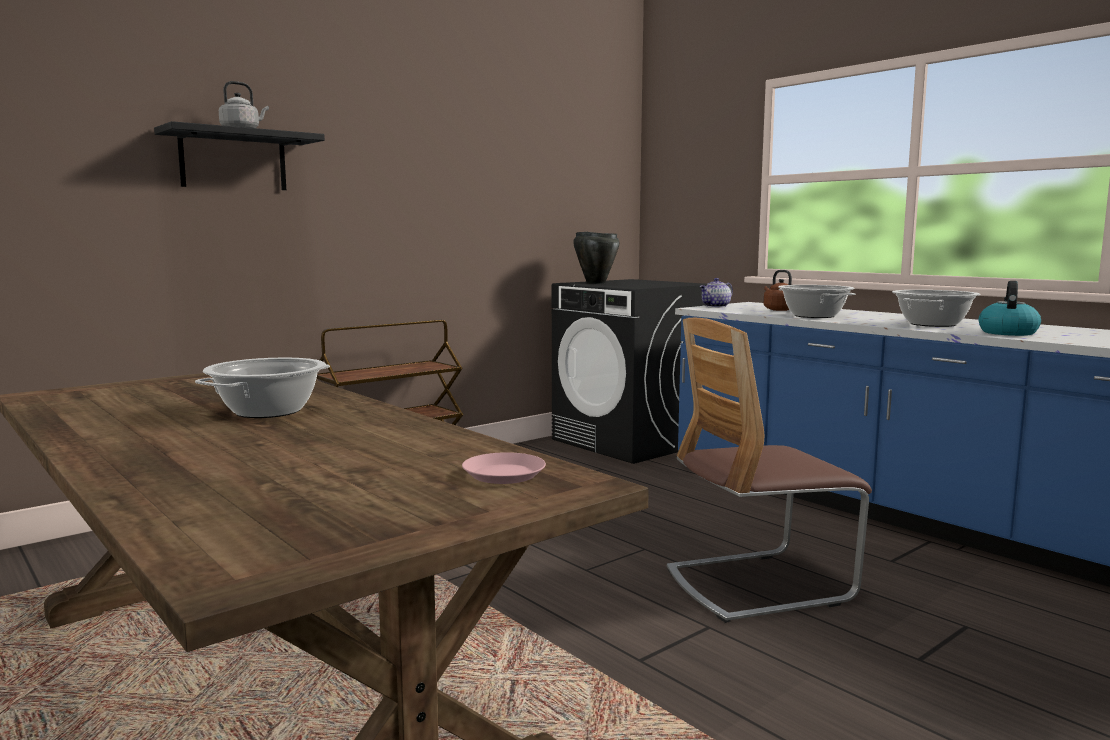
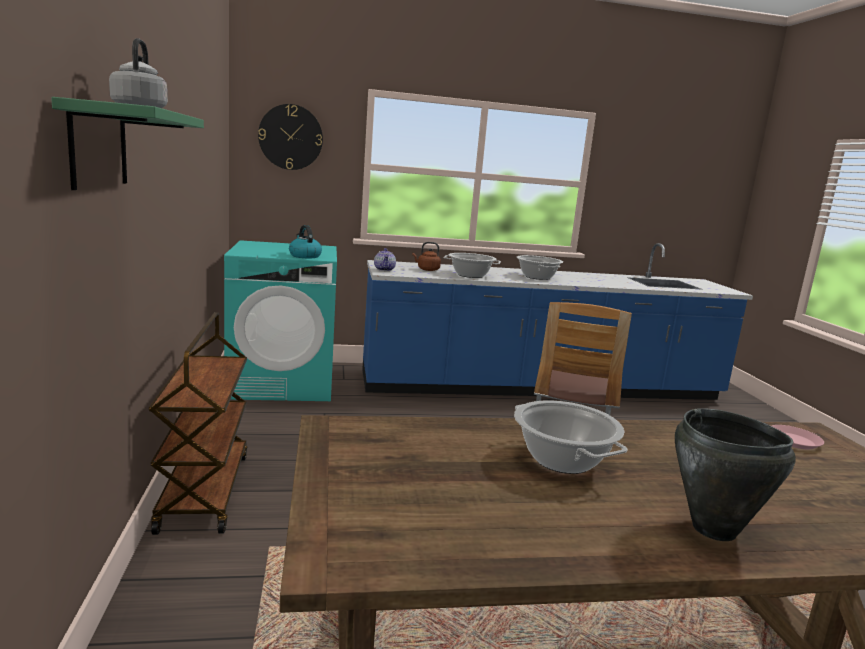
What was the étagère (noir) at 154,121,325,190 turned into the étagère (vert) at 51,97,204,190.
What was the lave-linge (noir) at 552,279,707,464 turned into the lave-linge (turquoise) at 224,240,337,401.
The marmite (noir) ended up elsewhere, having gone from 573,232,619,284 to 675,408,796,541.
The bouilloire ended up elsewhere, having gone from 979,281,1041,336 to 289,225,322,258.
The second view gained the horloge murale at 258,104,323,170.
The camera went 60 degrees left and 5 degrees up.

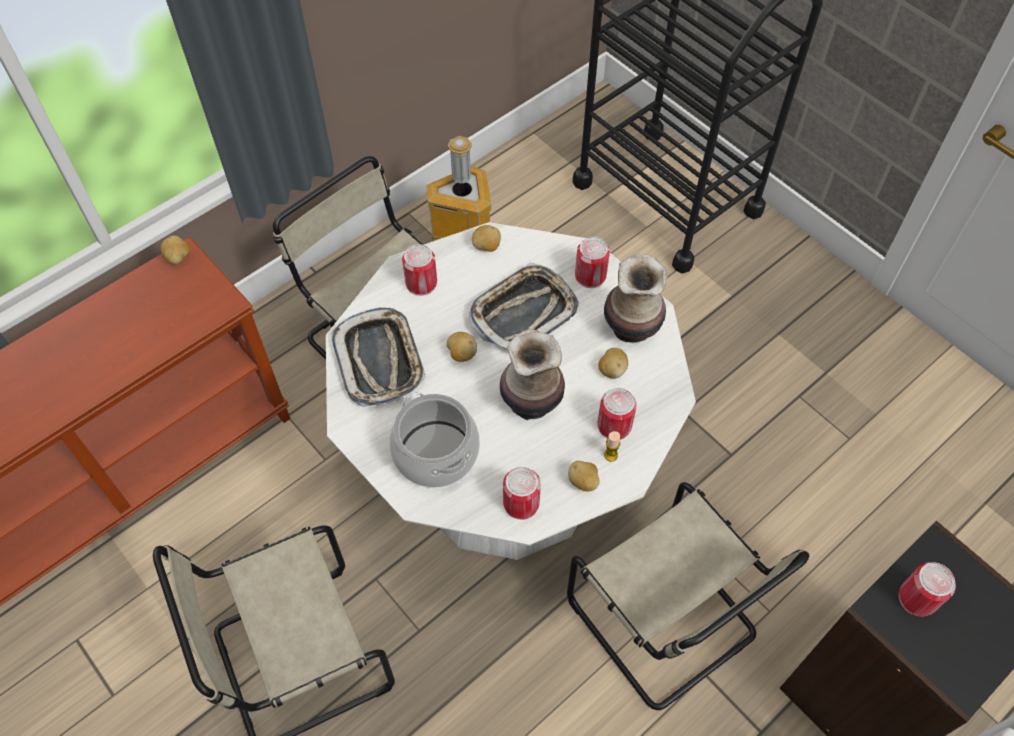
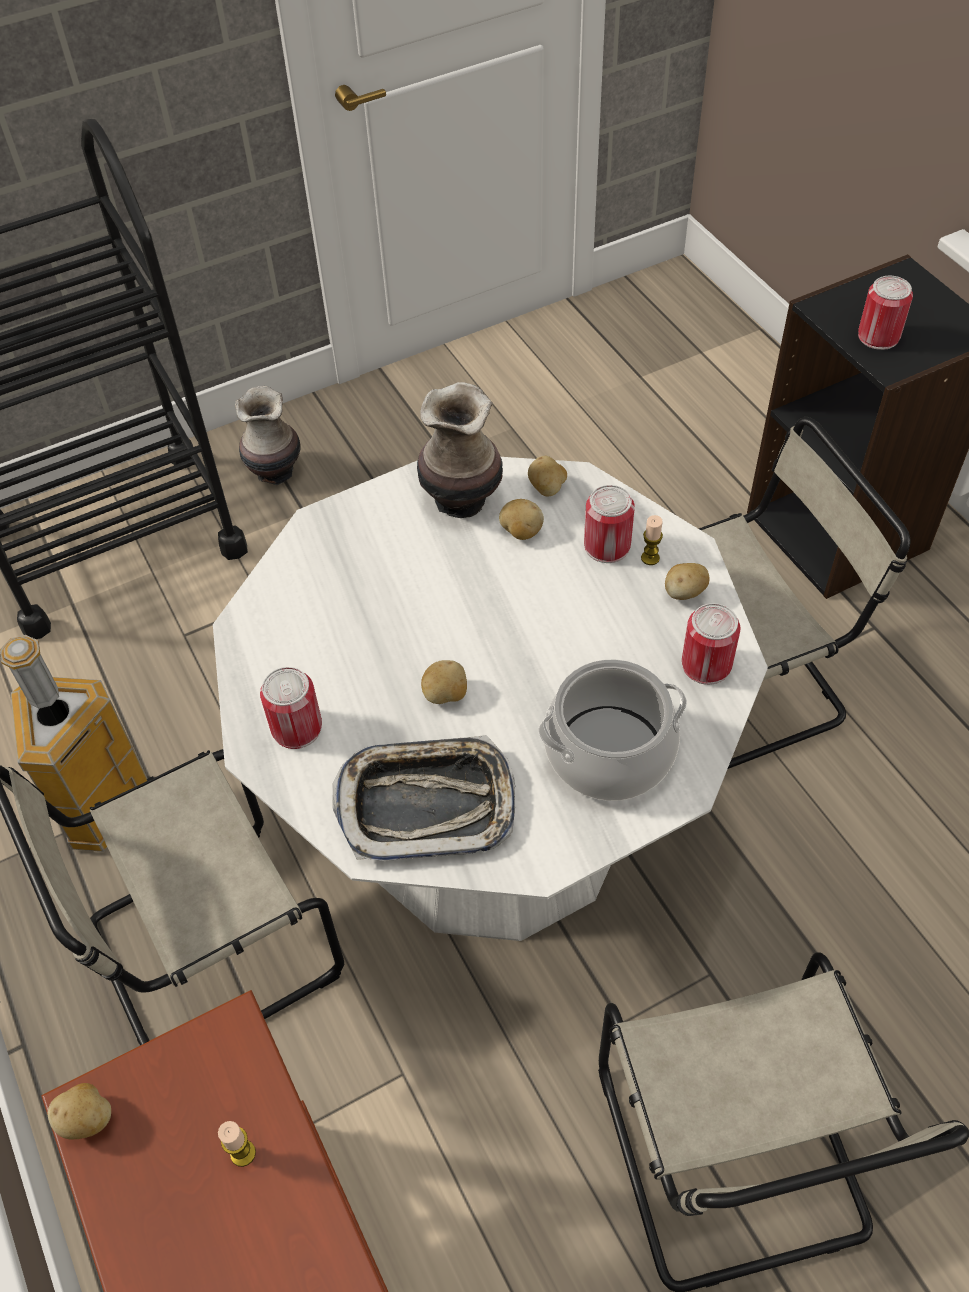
The second view lost the plateau at 469,262,579,350.
The pomme de terre ended up elsewhere, having gone from 472,225,501,252 to 528,456,567,496.
The vase ended up elsewhere, having gone from 500,329,565,420 to 235,386,300,485.
The second view lost the boîte métallique at 575,237,610,288.
The second view gained the bougie at 218,1121,256,1167.
The camera went 75 degrees left and 5 degrees down.

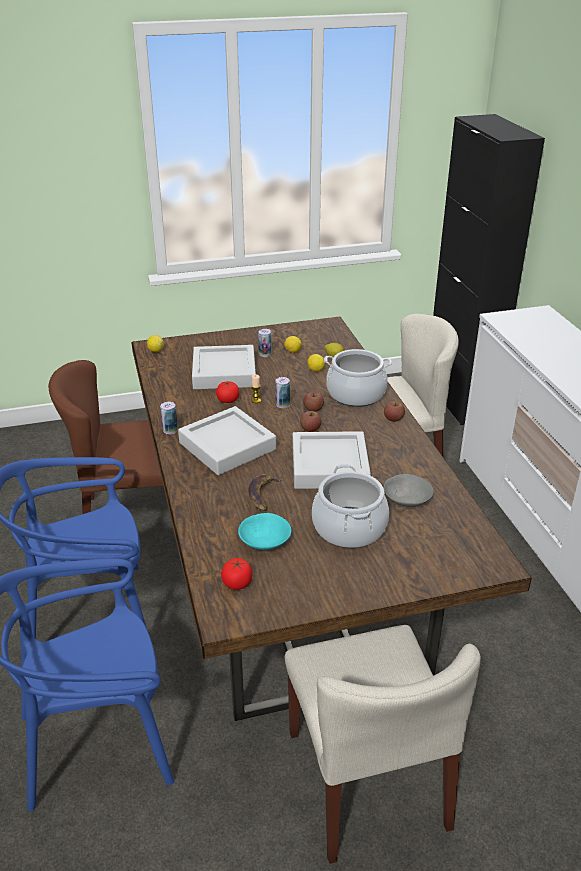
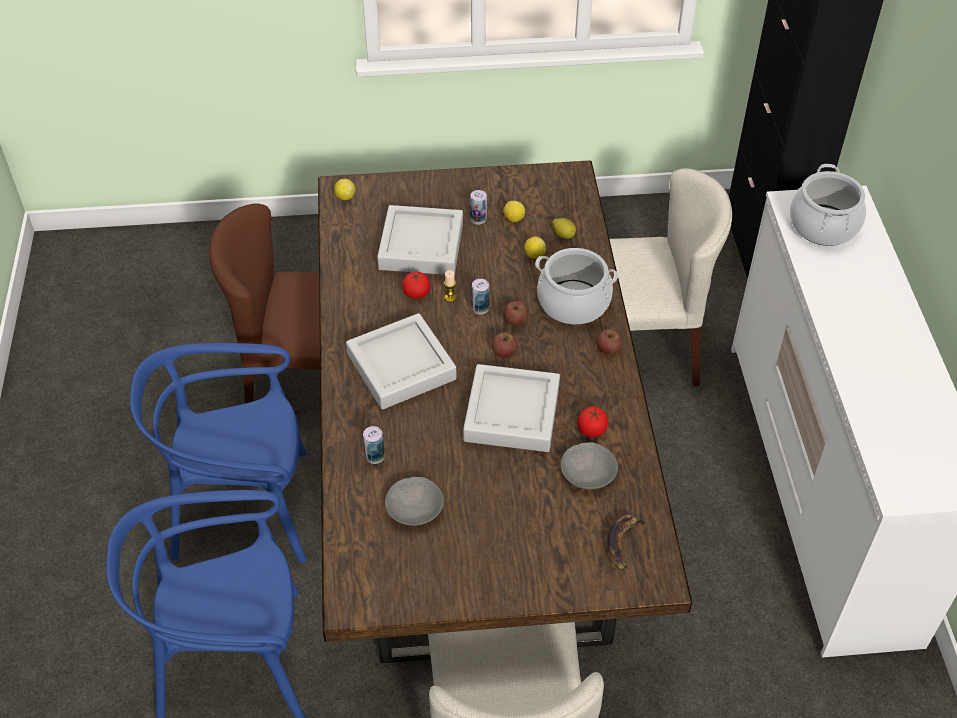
The boîte métallique ended up elsewhere, having gone from 160,402,178,434 to 363,426,385,464.
The tomate ended up elsewhere, having gone from 221,558,252,590 to 577,406,608,437.
What was the bol (turquoise) at 238,513,292,550 turned into the bol (gris) at 385,477,444,526.
The banane ended up elsewhere, having gone from 249,474,282,511 to 607,515,649,570.
The marmite ended up elsewhere, having gone from 312,464,389,548 to 790,164,866,246.
The camera went 10 degrees right and 15 degrees up.

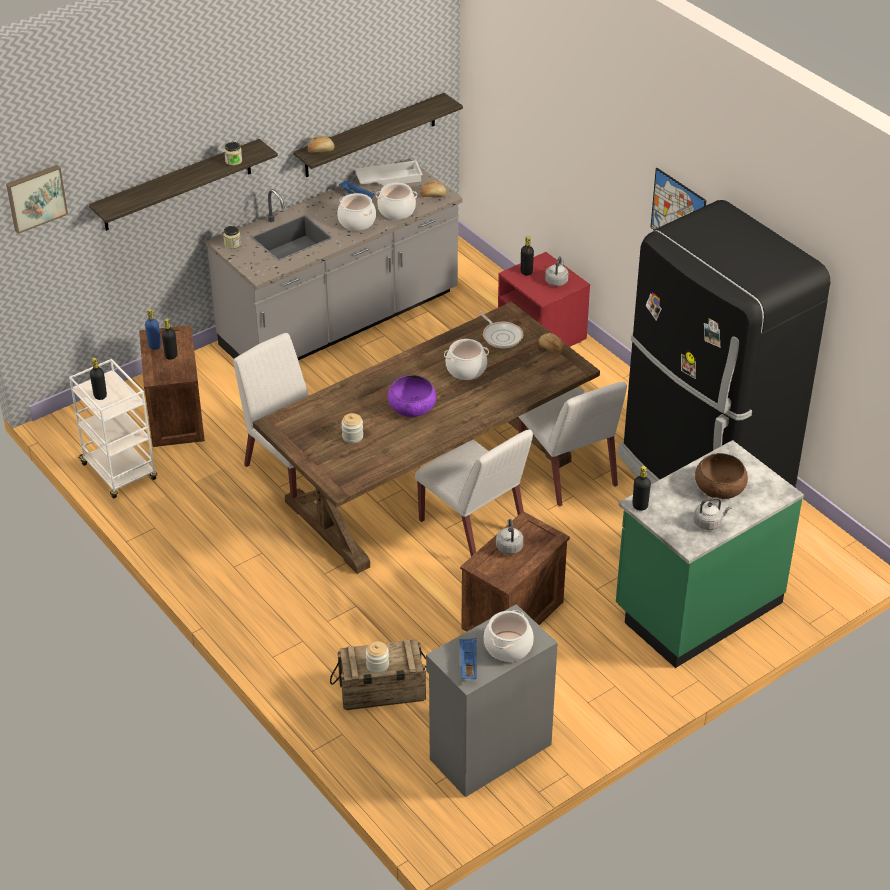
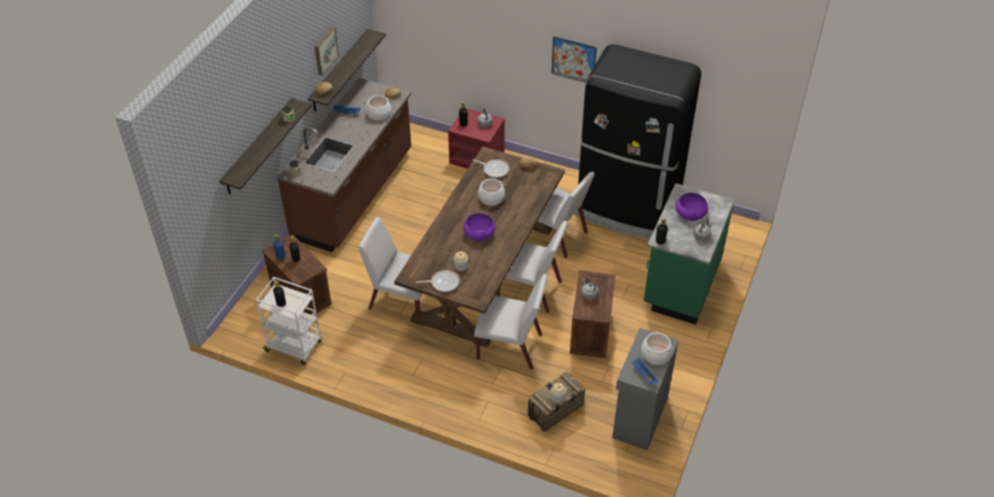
The tableau ended up elsewhere, having gone from 6,165,68,234 to 314,27,339,75.
What was the comptoir de cuisine (gris) at 206,159,463,360 turned into the comptoir de cuisine (marron) at 277,78,411,252.
The second view lost the marmite at 337,193,376,231.
The second view lost the plateau (blanc) at 355,160,423,186.
What was the bol (marron) at 695,453,748,499 turned into the bol (violet) at 676,193,708,221.
The second view gained the poêle at 416,270,460,292.
The second view gained the chaise (blanc) at 474,274,547,370.
The camera went 30 degrees left and 5 degrees up.

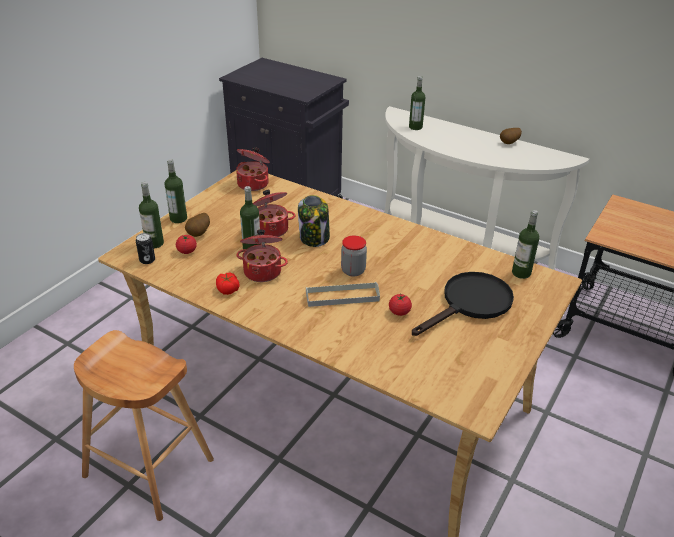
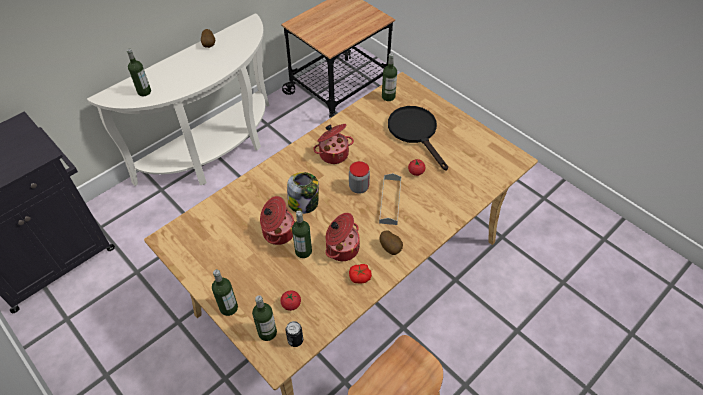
The pomme de terre ended up elsewhere, having gone from 185,213,210,237 to 380,230,403,255.
The marmite ended up elsewhere, having gone from 236,147,270,191 to 313,124,354,164.
The camera went 75 degrees left and 15 degrees up.

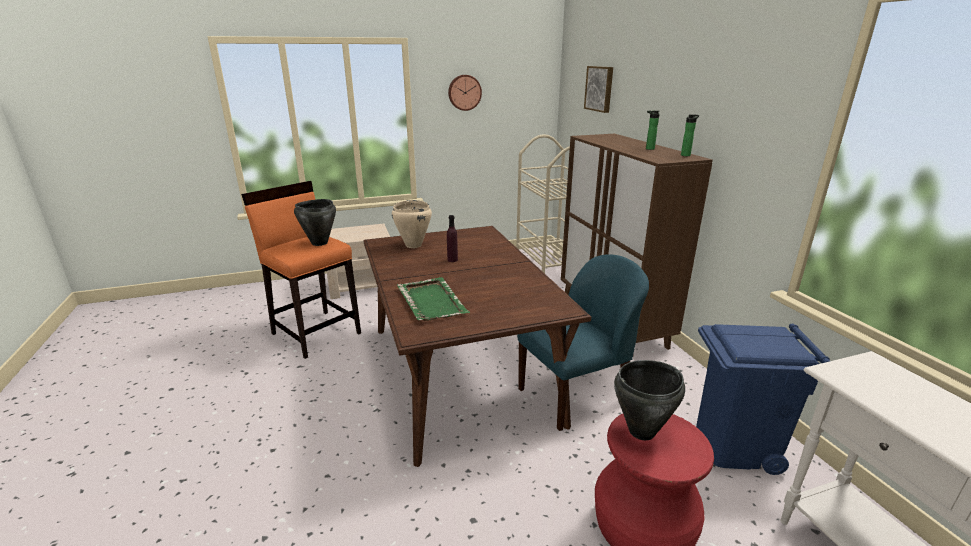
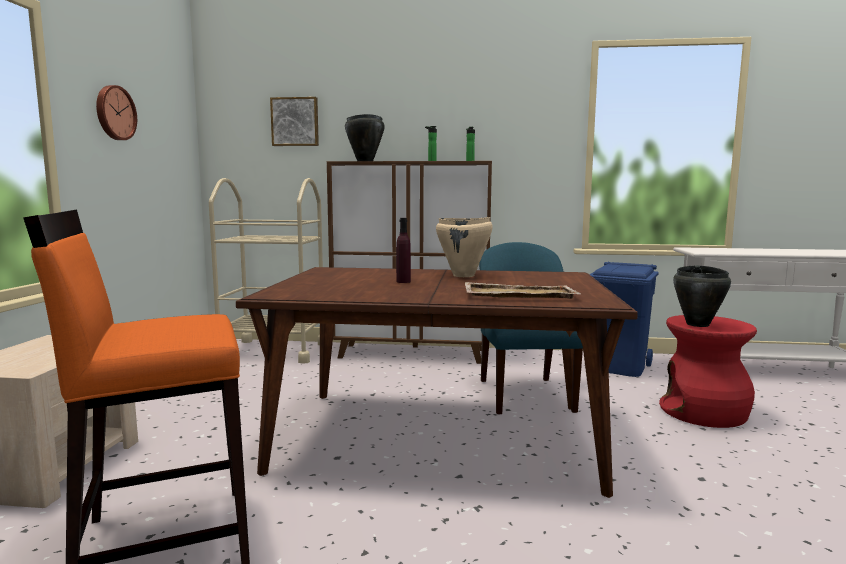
The marmite (noir) ended up elsewhere, having gone from 294,199,336,246 to 345,114,385,161.
The marmite (beige) ended up elsewhere, having gone from 392,200,432,248 to 436,217,493,277.
What was the plateau (vert) at 397,277,470,321 turned into the plateau (beige) at 465,282,580,299.
The camera went 65 degrees left and 15 degrees down.

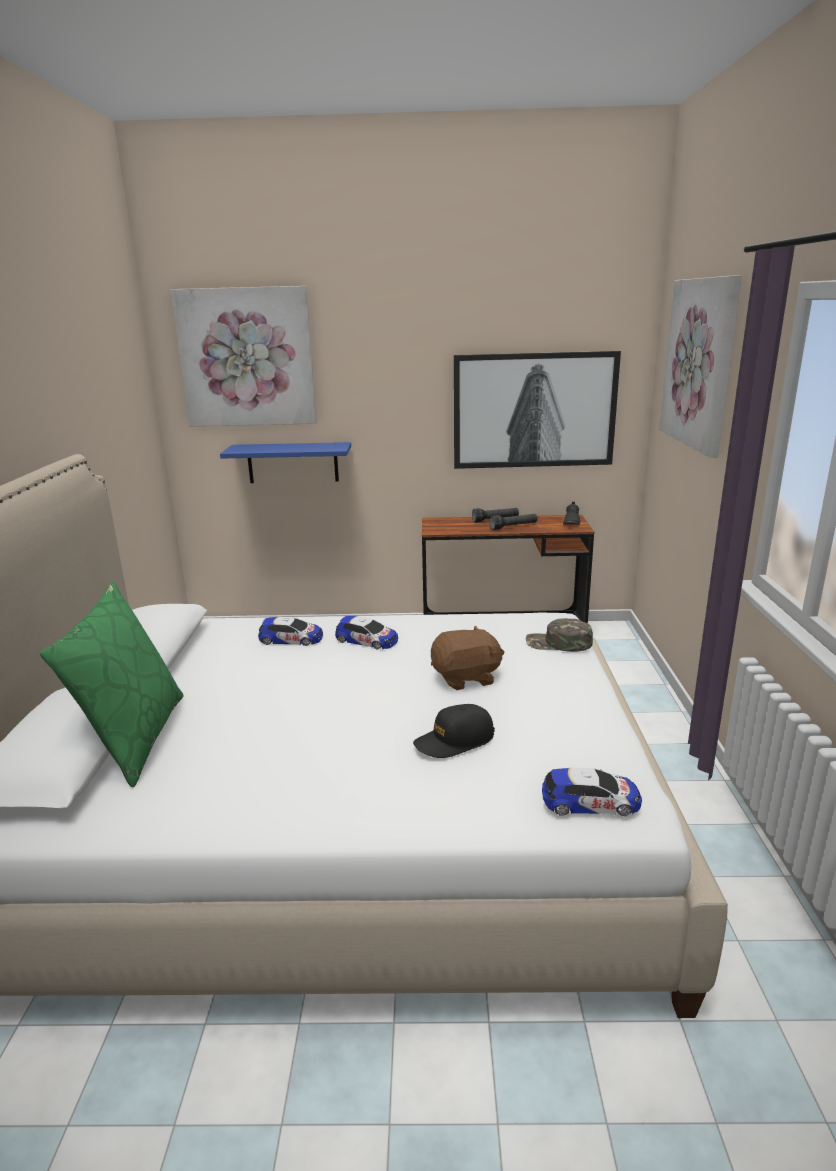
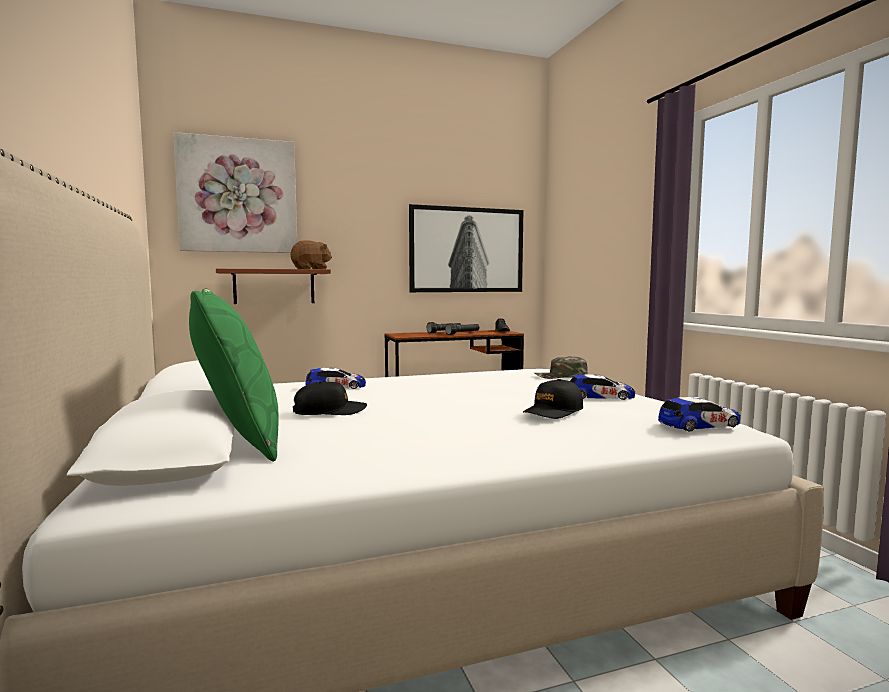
What was the étagère (bleu) at 220,442,351,483 turned into the étagère (marron) at 216,269,331,304.
The petite voiture ended up elsewhere, having gone from 335,616,398,650 to 570,374,635,400.
The peluche (marron) ended up elsewhere, having gone from 431,625,504,690 to 290,240,332,269.
The second view lost the tableau at 659,275,742,458.
The second view gained the casquette (noir) at 293,381,367,415.
The camera went 20 degrees left and 15 degrees down.

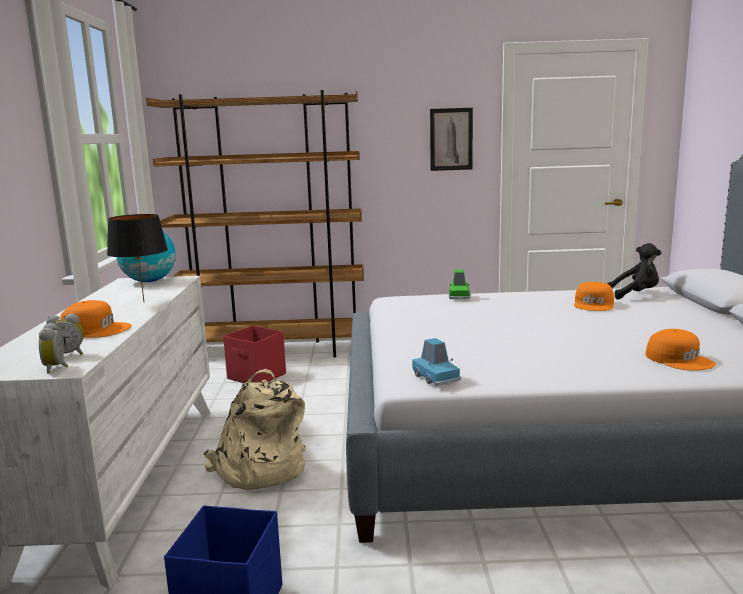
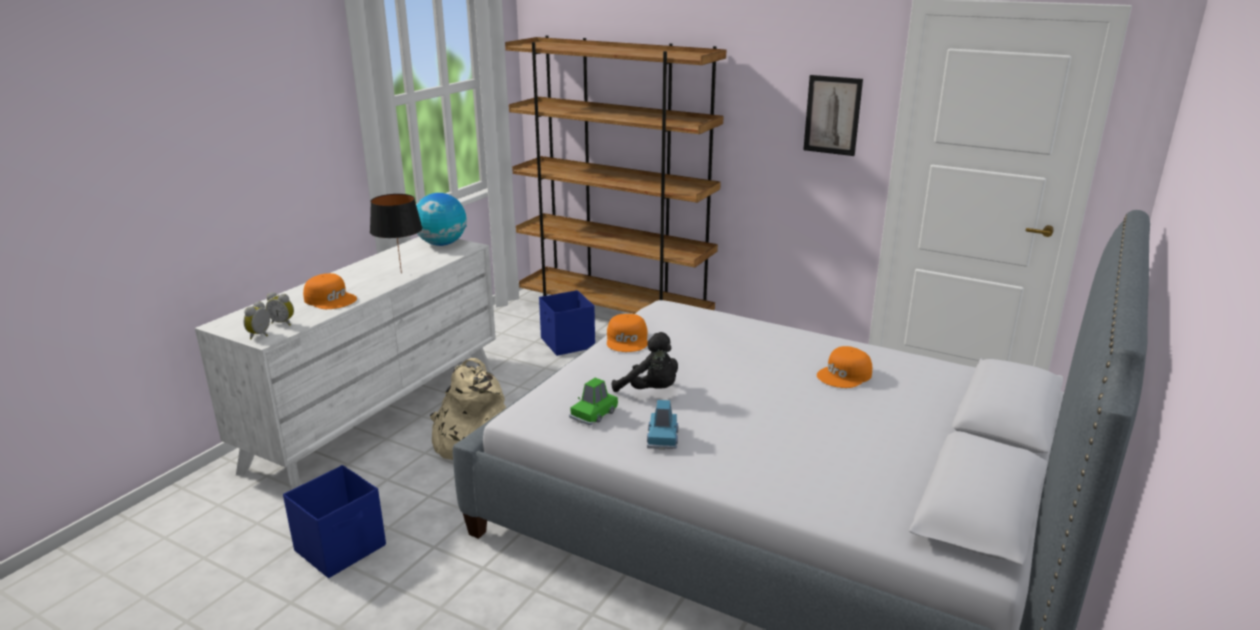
What was the boîte de rangement (rouge) at 223,326,286,383 turned into the boîte de rangement (bleu) at 539,290,595,356.
The petite voiture (bleu) ended up elsewhere, having gone from 412,338,461,386 to 647,400,678,450.
The petite voiture (vert) ended up elsewhere, having gone from 449,270,470,300 to 569,378,618,425.
The peluche (noir) ended up elsewhere, having gone from 607,243,661,300 to 612,332,678,392.
The casquette (orange) ended up elsewhere, having gone from 645,329,716,370 to 607,314,648,352.
The camera went 30 degrees right and 10 degrees up.

